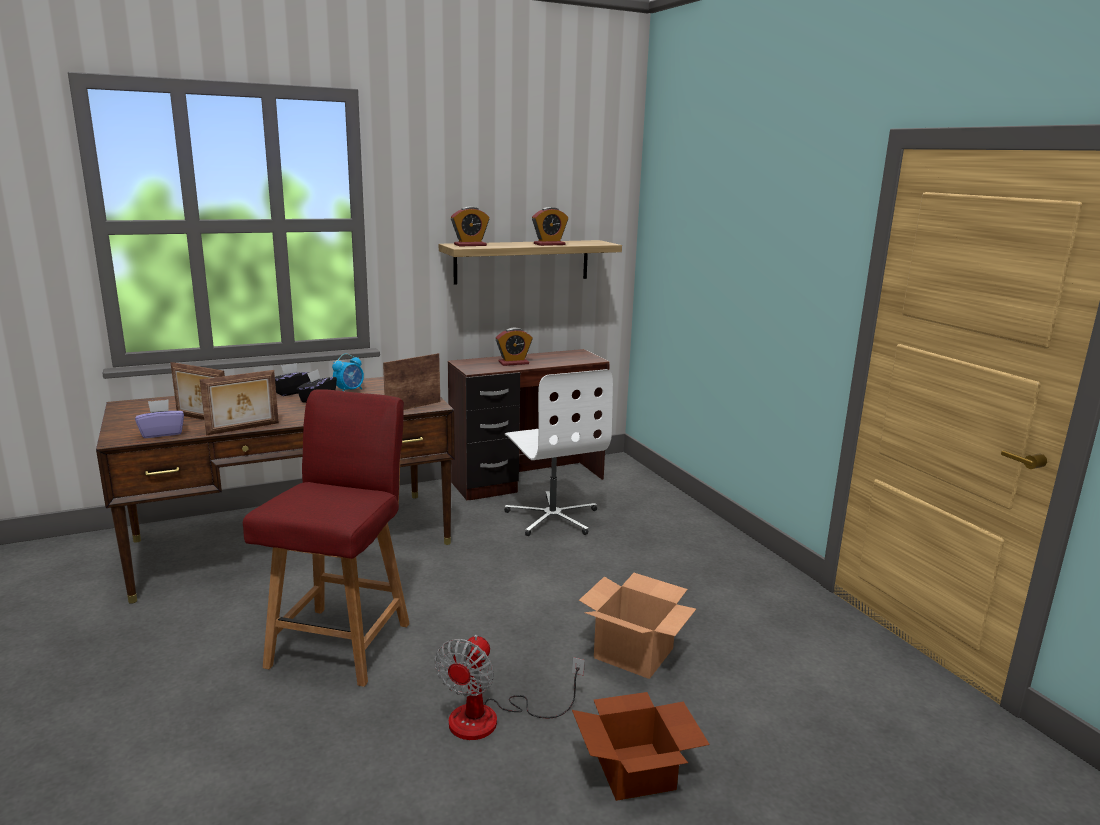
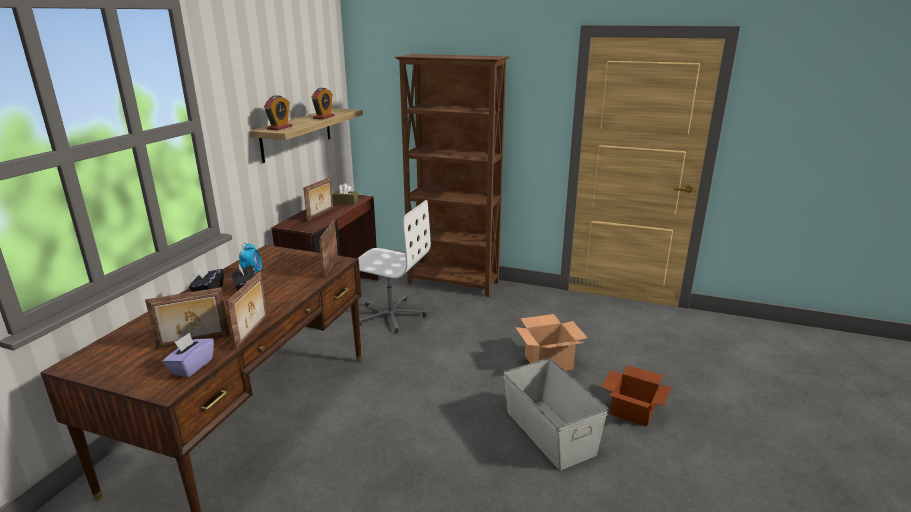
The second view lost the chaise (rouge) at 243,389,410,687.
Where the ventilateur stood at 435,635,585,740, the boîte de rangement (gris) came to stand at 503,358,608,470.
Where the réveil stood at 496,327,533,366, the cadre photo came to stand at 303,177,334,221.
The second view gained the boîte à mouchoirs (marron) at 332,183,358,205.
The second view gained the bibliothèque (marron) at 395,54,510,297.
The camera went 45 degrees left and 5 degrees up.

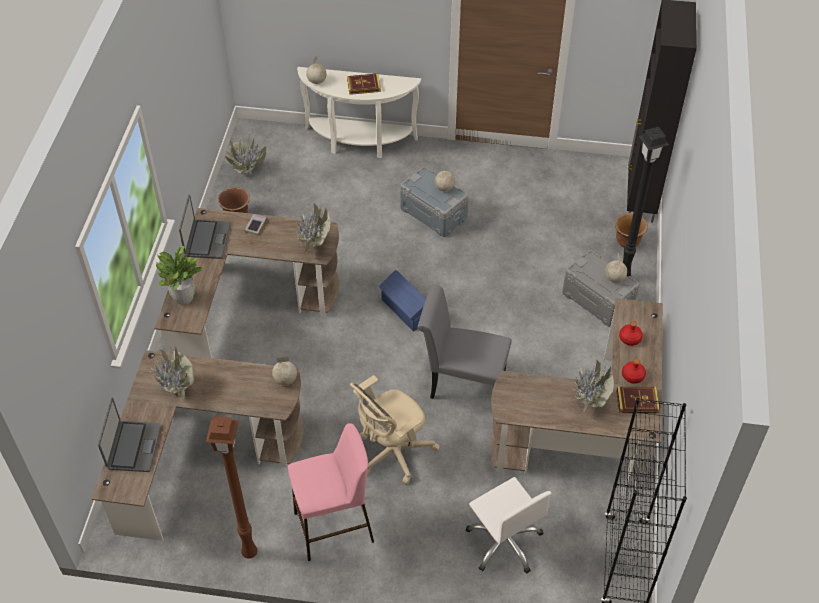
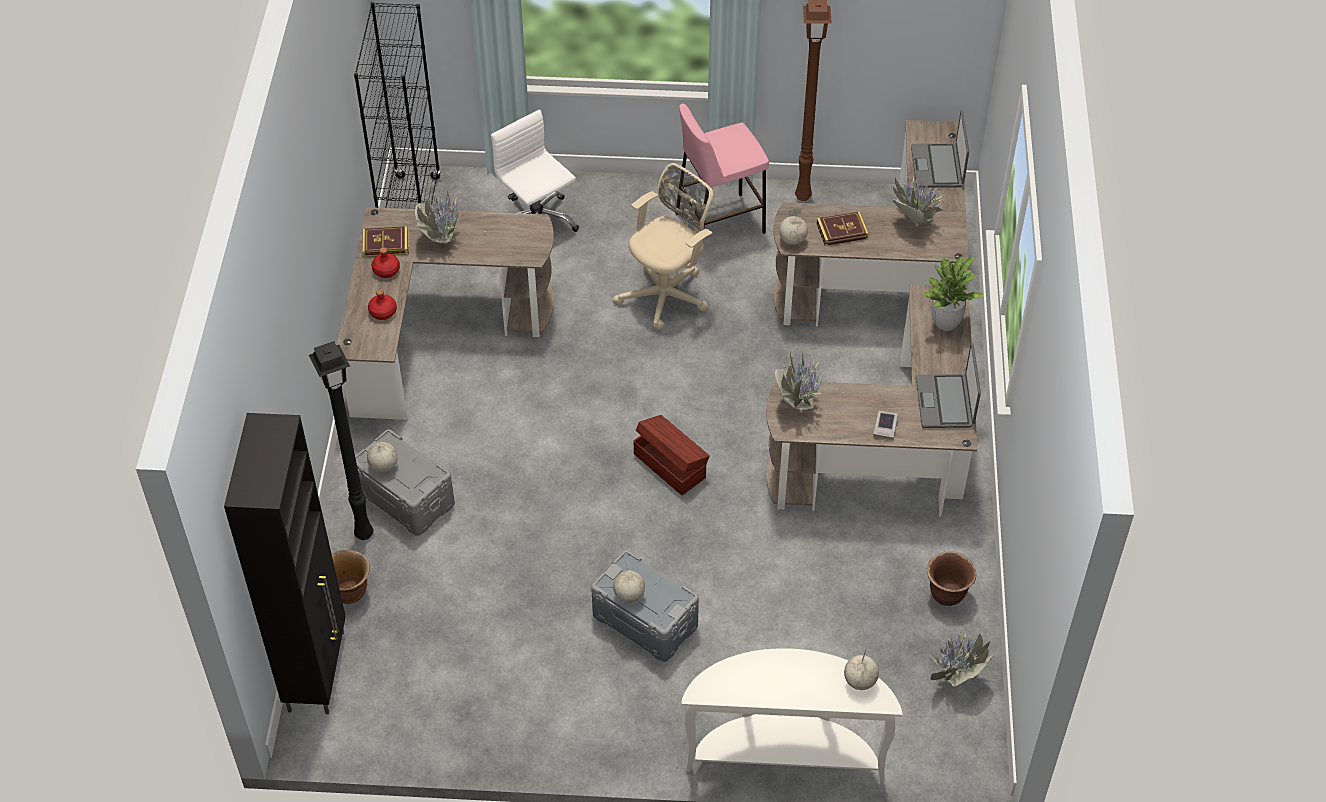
The livre ended up elsewhere, having gone from 347,73,381,95 to 817,212,869,246.
What was the boîte de rangement (bleu) at 379,270,426,331 turned into the boîte de rangement (marron) at 634,415,710,495.
The second view lost the chaise (gris) at 417,284,512,399.
The camera went 175 degrees right and 0 degrees up.

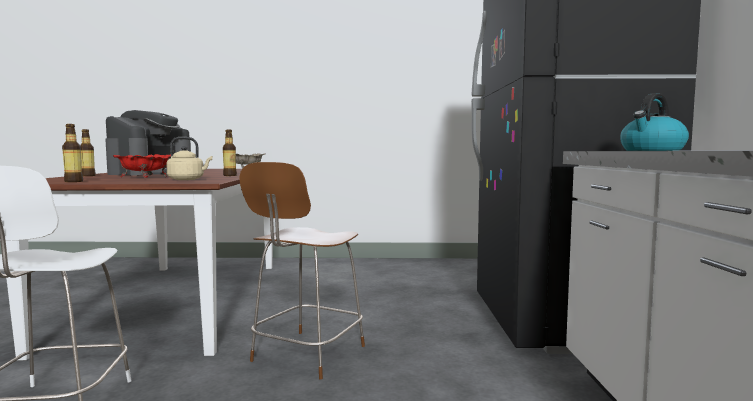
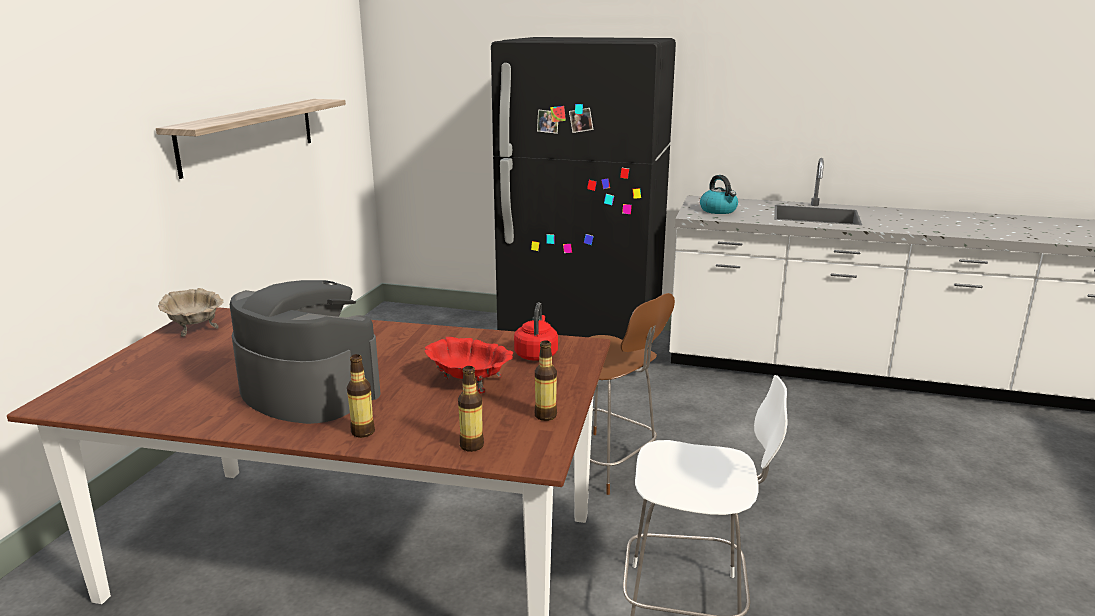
What was the bouilloire (beige) at 166,137,212,180 turned into the bouilloire (rouge) at 514,302,558,361.
The bouteille ended up elsewhere, having gone from 223,129,237,176 to 458,366,484,452.
The second view gained the étagère at 156,99,346,179.
The camera went 75 degrees left and 15 degrees up.

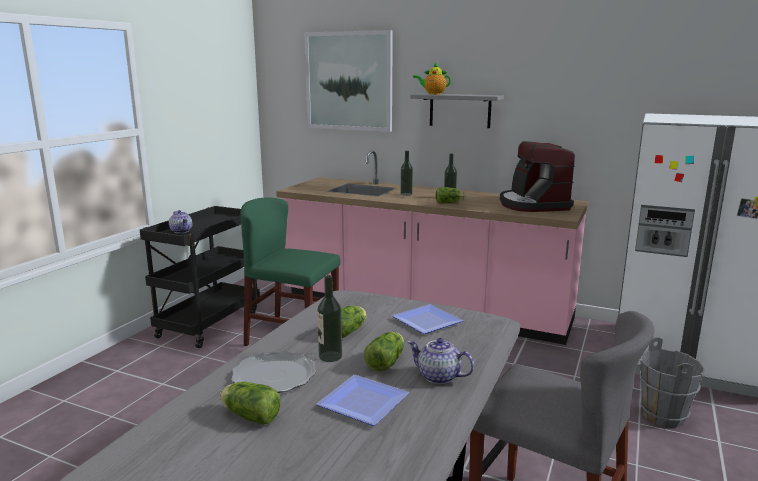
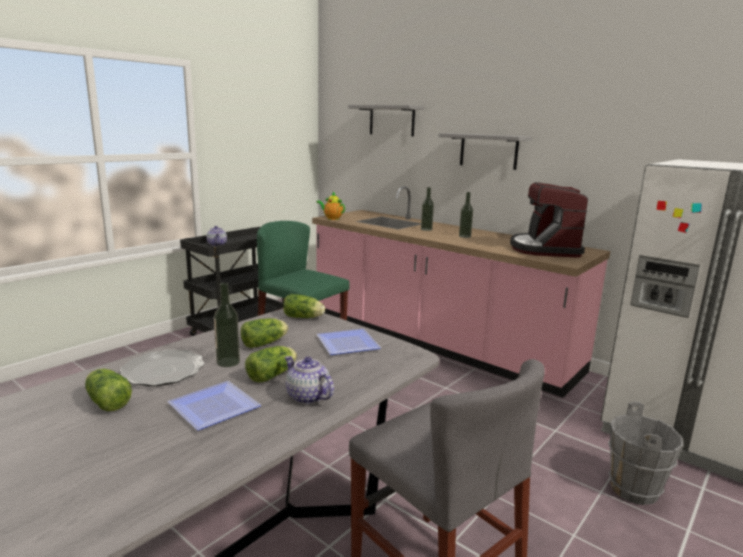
Where the tableau hung at 304,30,393,132, the étagère (gris) came to hang at 348,105,424,136.
The théière ended up elsewhere, having gone from 413,62,451,95 to 317,192,345,220.
The laitue ended up elsewhere, having gone from 436,187,465,203 to 283,294,325,318.
The camera went 15 degrees right and 0 degrees up.

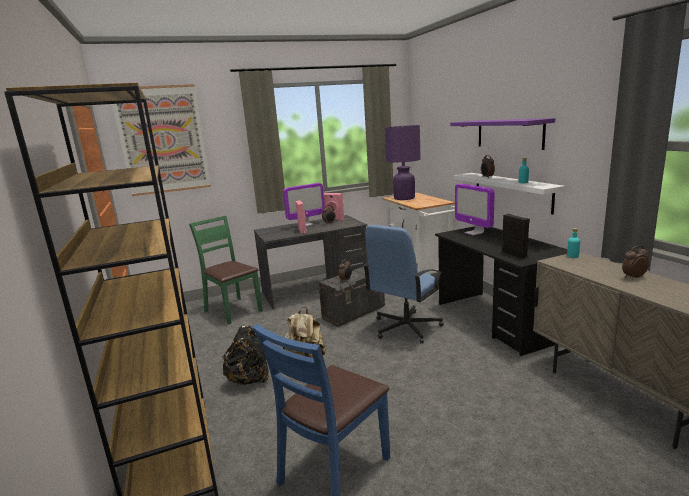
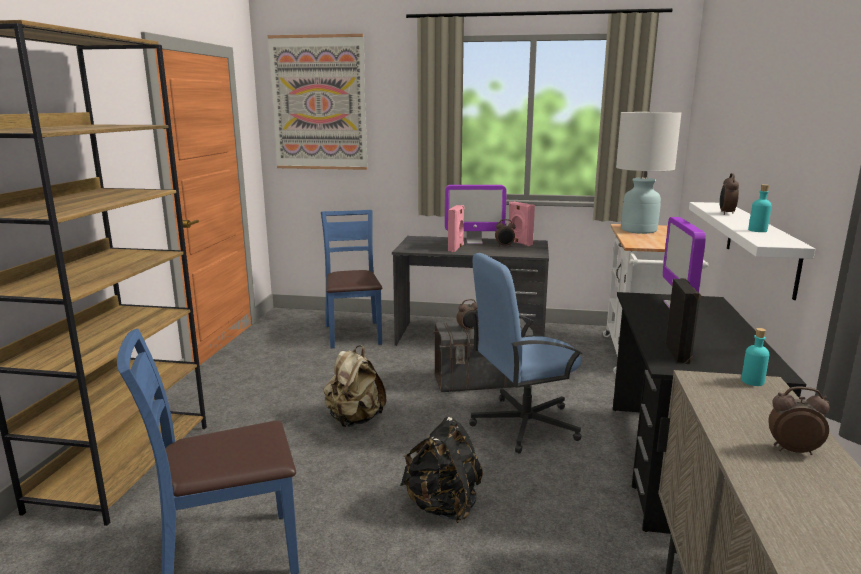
What was the chaise (vert) at 189,216,263,324 turned into the chaise (bleu) at 321,210,382,348.
The sac à dos (noir) ended up elsewhere, having gone from 222,326,269,385 to 400,417,483,523.
What was the lampe de table (violet) at 385,125,421,200 turned into the lampe de table (blanc) at 616,112,682,234.
The second view lost the étagère (violet) at 450,118,555,150.
The camera went 30 degrees right and 0 degrees up.

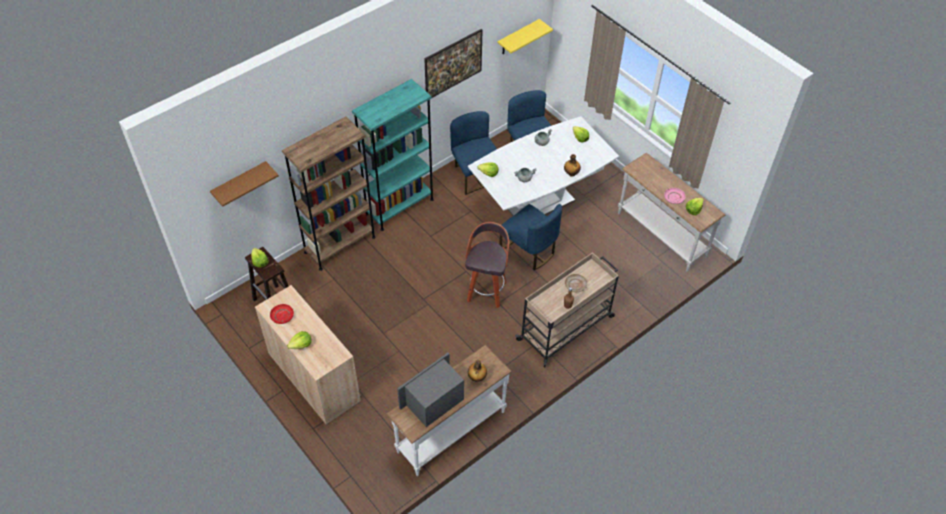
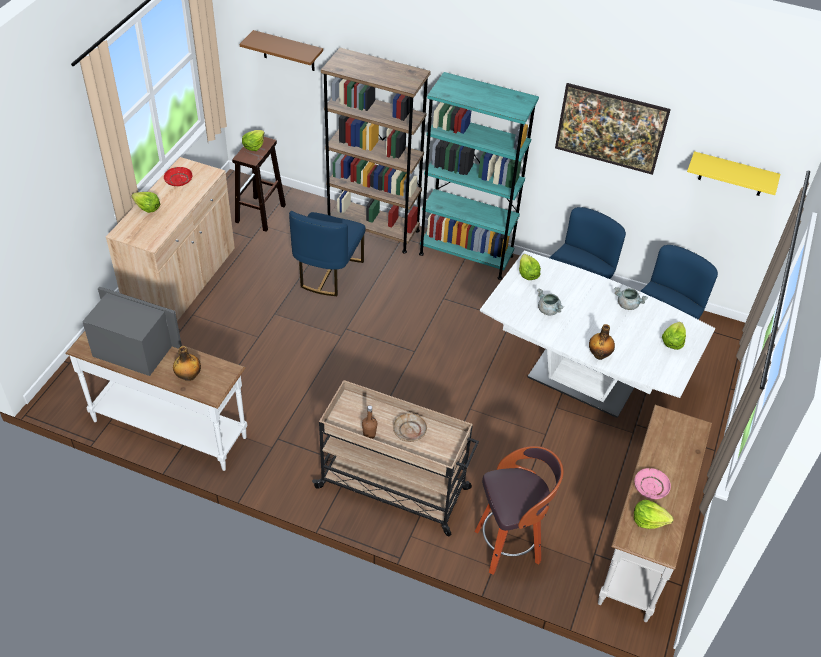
The tabouret ended up elsewhere, having gone from 465,222,509,308 to 474,446,563,575.
The chaise (bleu) ended up elsewhere, having gone from 499,204,562,270 to 289,211,366,296.
The camera went 60 degrees right and 5 degrees down.

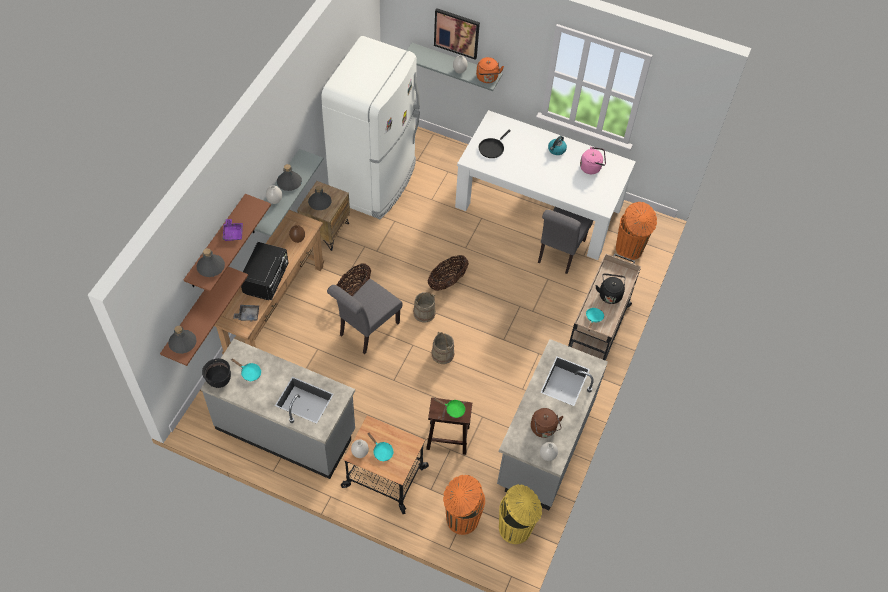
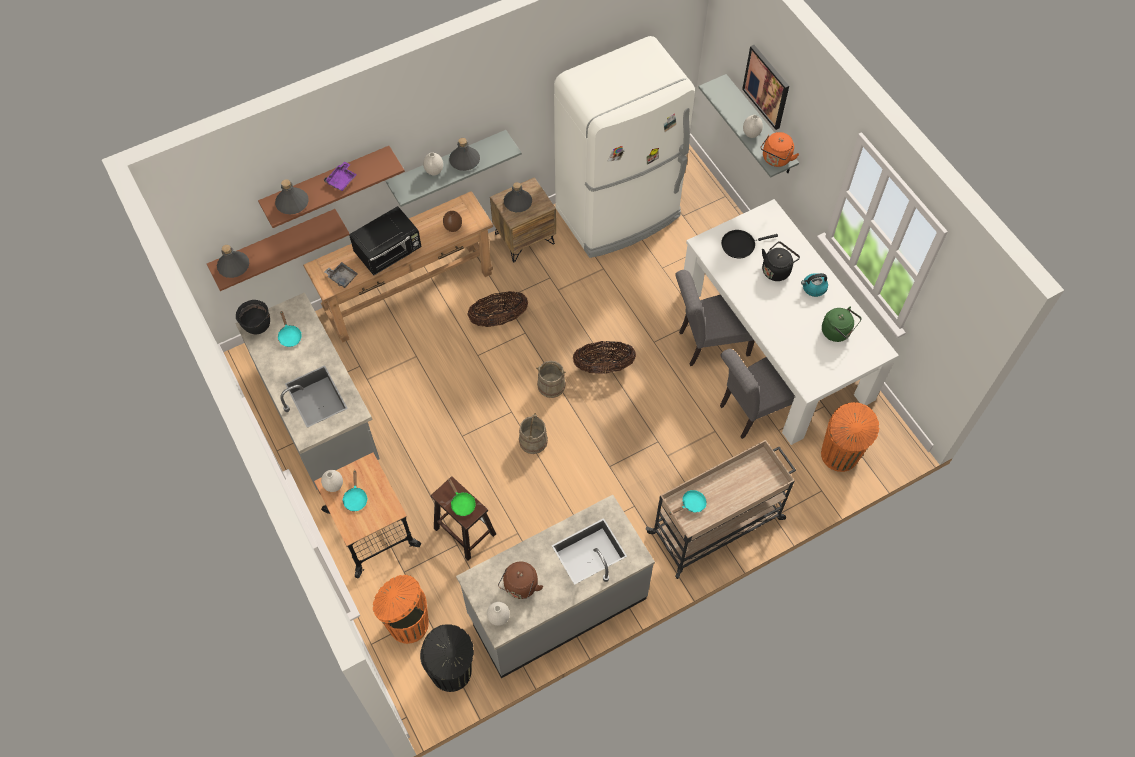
The chaise (gris) ended up elsewhere, having gone from 327,279,403,354 to 675,270,755,366.
What was the poubelle (jaune) at 499,484,542,544 turned into the poubelle (noir) at 420,624,474,692.
What was the bouilloire (rose) at 580,147,606,174 turned into the bouilloire (vert) at 822,306,861,342.
The bouilloire (noir) ended up elsewhere, having gone from 596,273,625,304 to 762,241,800,281.
The camera went 40 degrees right and 5 degrees up.

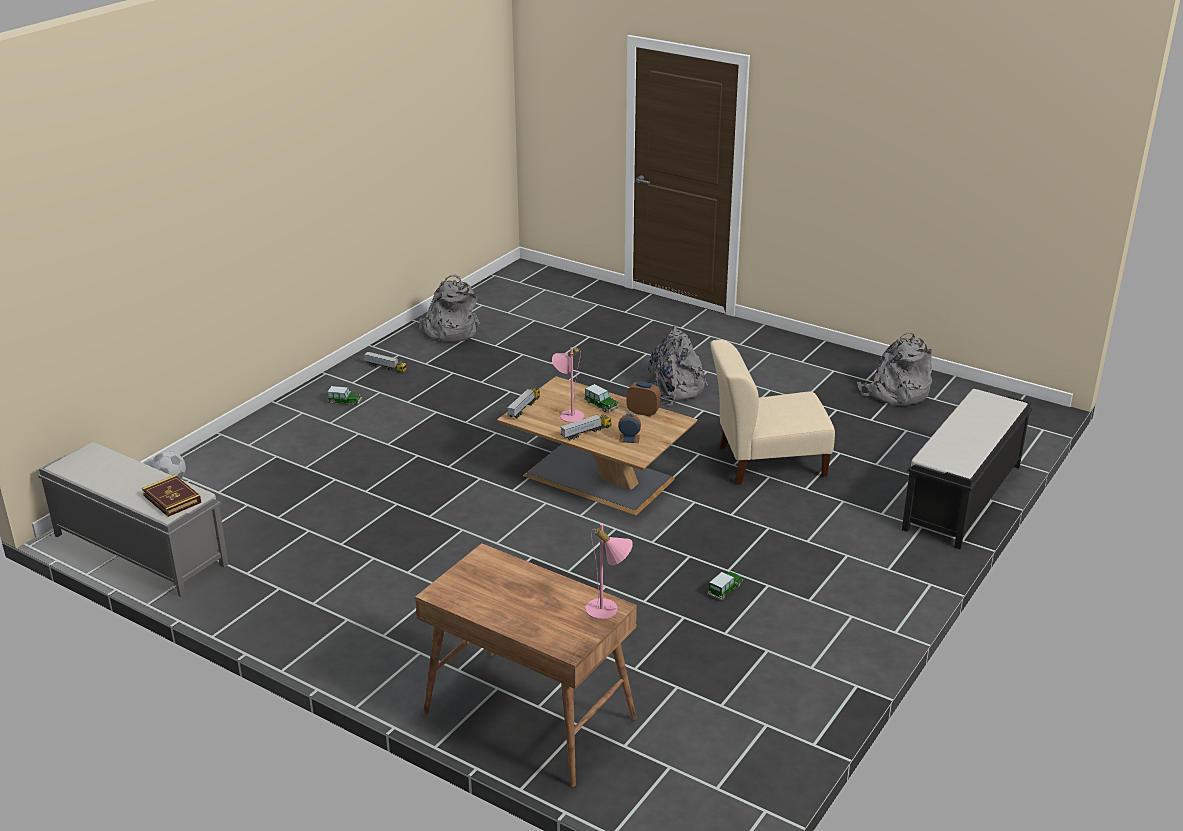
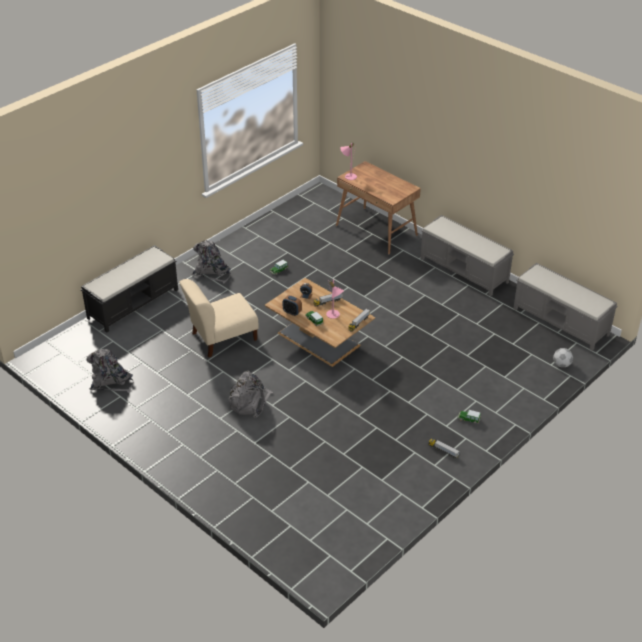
The second view lost the livre at 142,475,201,517.
The sac à dos (gris) ended up elsewhere, having gone from 418,274,480,343 to 192,240,231,284.
The chaise (beige) at 710,340,835,485 ended up facing another way, 150 degrees clockwise from before.
The second view gained the banc (gris) at 420,215,514,296.
The camera went 170 degrees left and 10 degrees up.

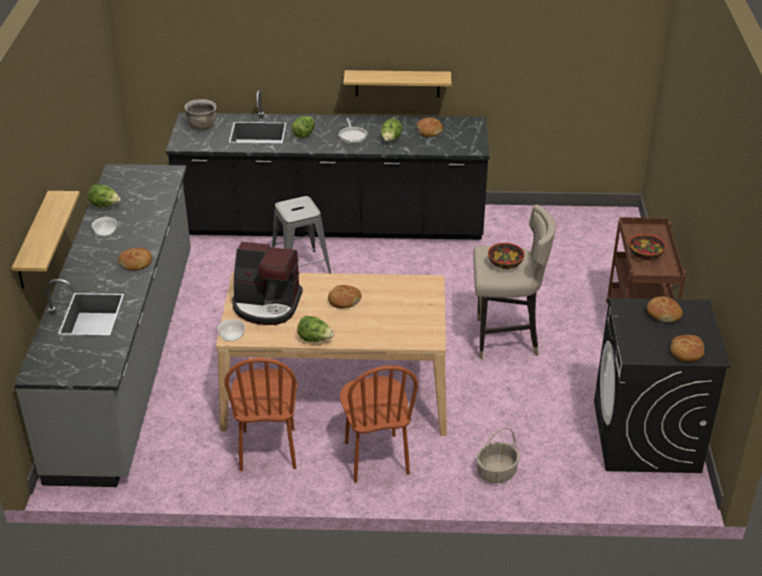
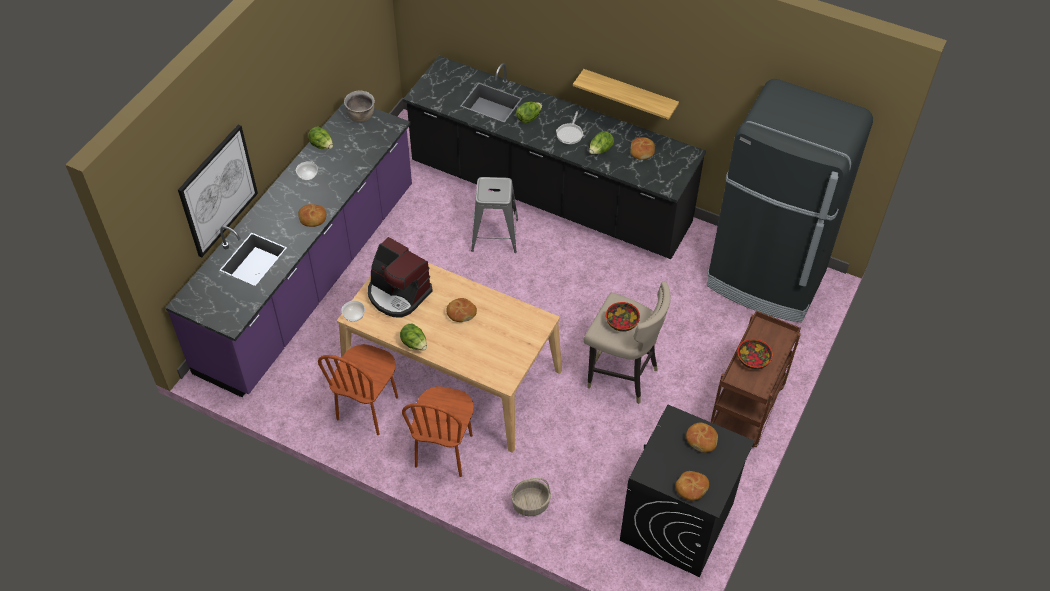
Where the étagère hung at 12,191,80,290, the tableau came to hang at 178,124,258,258.
What was the comptoir de cuisine (gris) at 14,164,191,487 turned into the comptoir de cuisine (violet) at 166,103,412,397.
The marmite (marron) ended up elsewhere, having gone from 184,99,216,130 to 344,90,375,123.
The second view gained the réfrigérateur (noir) at 707,79,873,323.
The camera went 25 degrees right and 15 degrees up.

